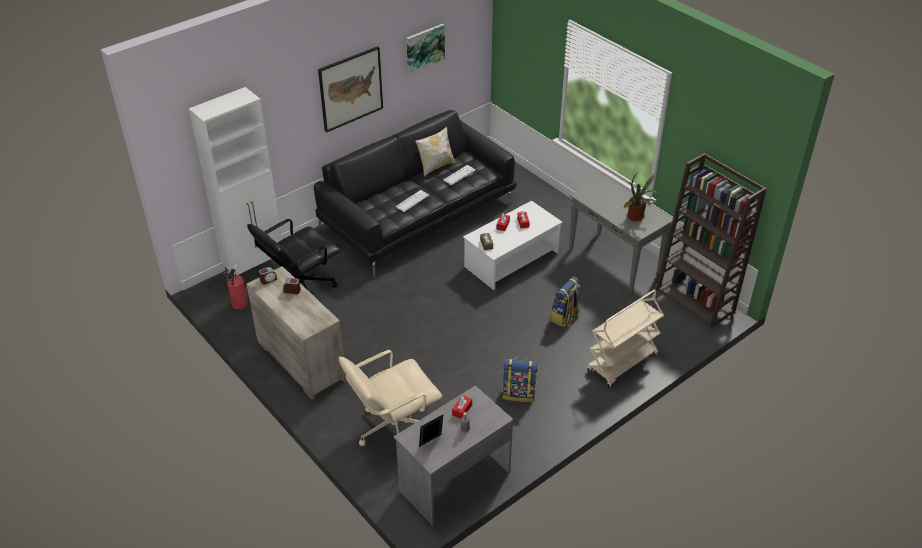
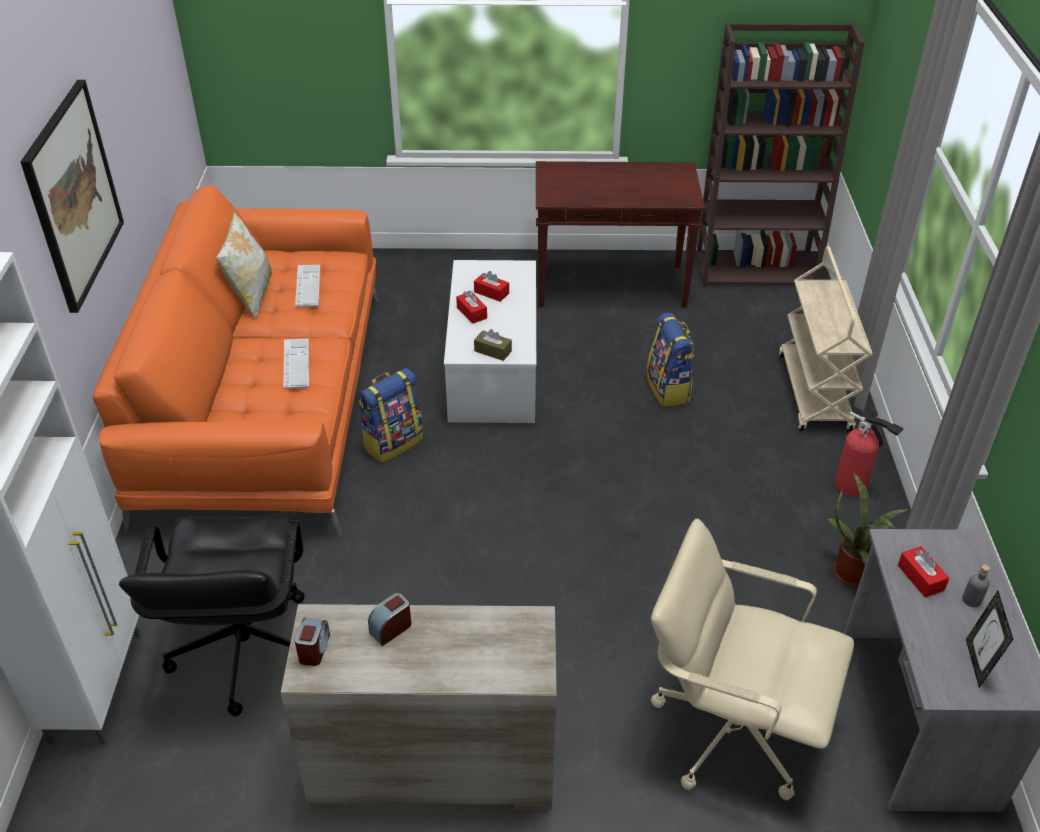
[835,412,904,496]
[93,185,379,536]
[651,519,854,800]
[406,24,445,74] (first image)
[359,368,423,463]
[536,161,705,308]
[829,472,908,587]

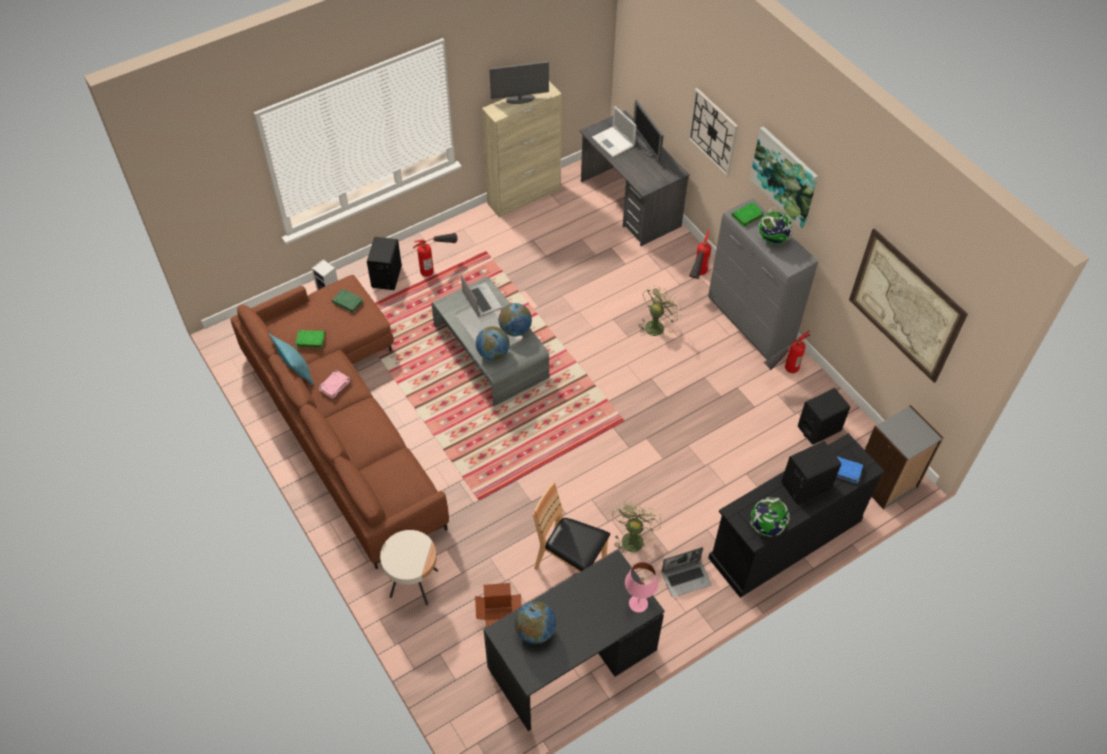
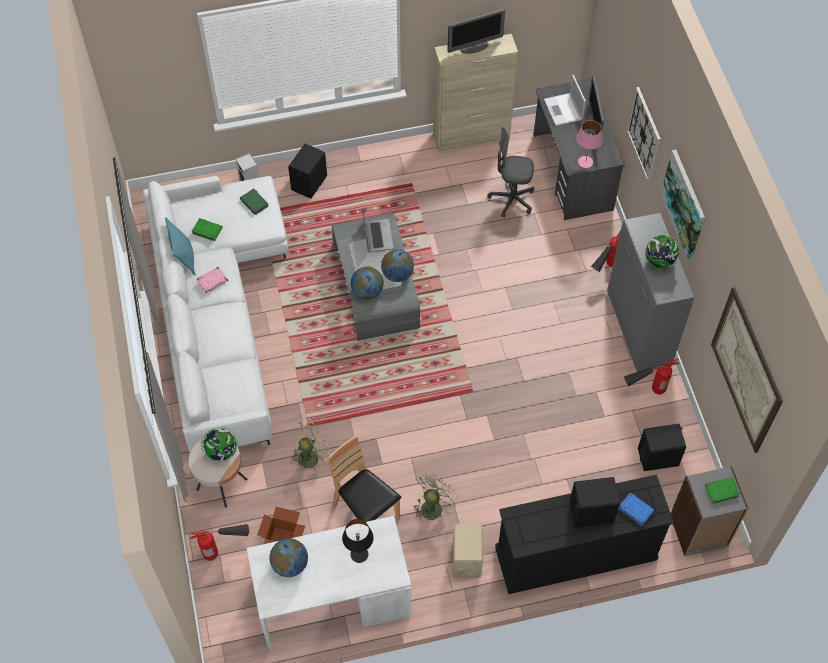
[143,176,288,452]
[190,524,249,561]
[247,516,411,649]
[447,9,505,54]
[577,120,603,168]
[291,418,331,470]
[453,523,483,578]
[705,477,740,504]
[201,427,237,462]
[342,519,374,563]
[487,127,534,218]

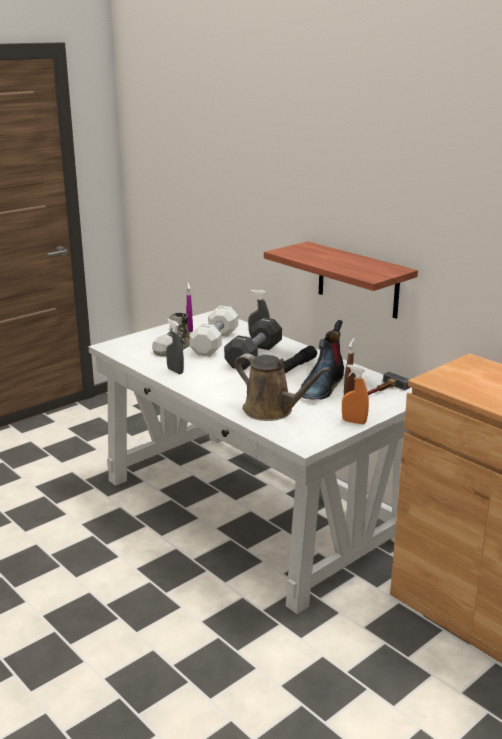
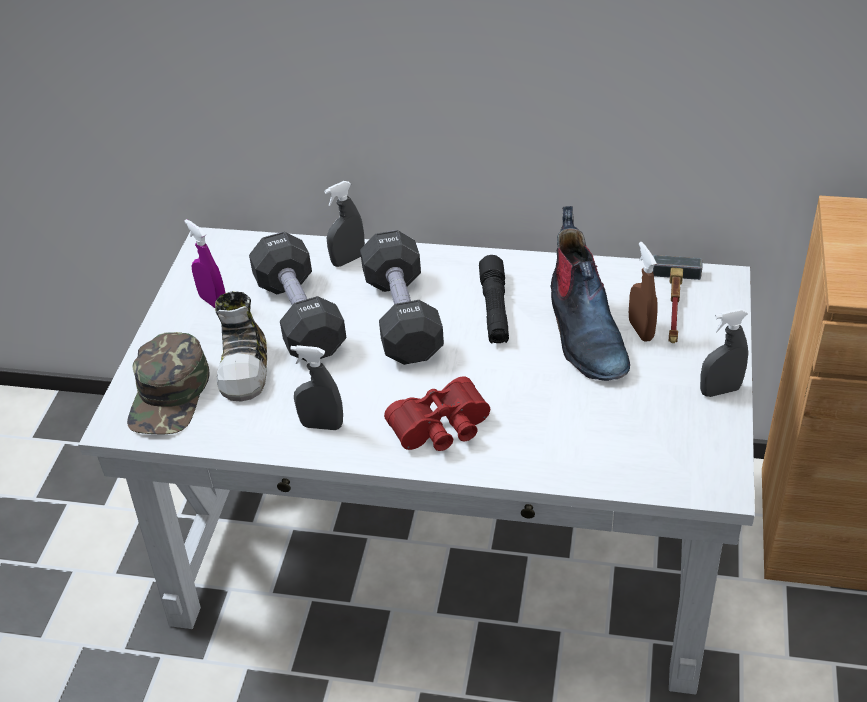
[249,232,346,362]
[235,354,331,421] (first image)
[264,241,418,319] (first image)
[700,309,748,397]
[127,332,210,434]
[384,377,490,451]

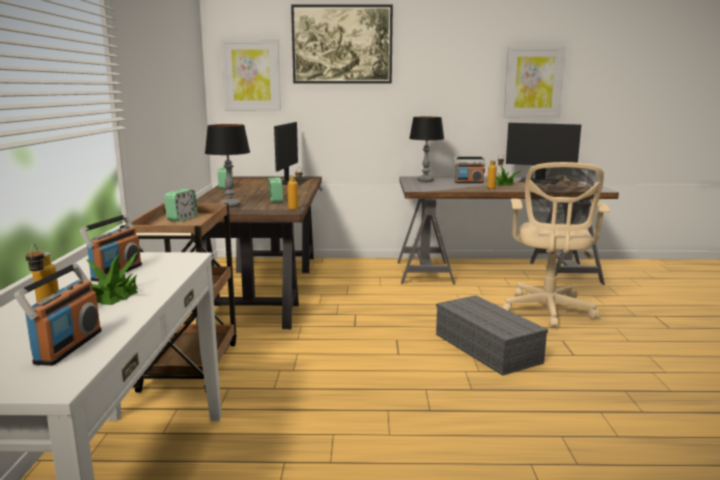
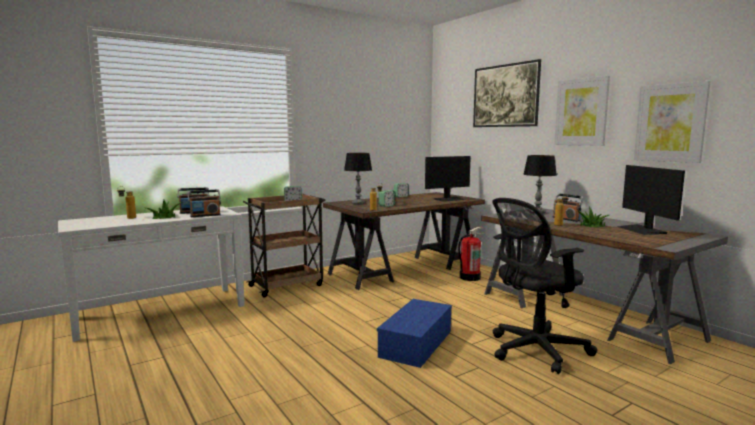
[187,190,221,217]
[554,76,610,146]
[377,299,452,368]
[492,198,598,374]
[458,227,485,281]

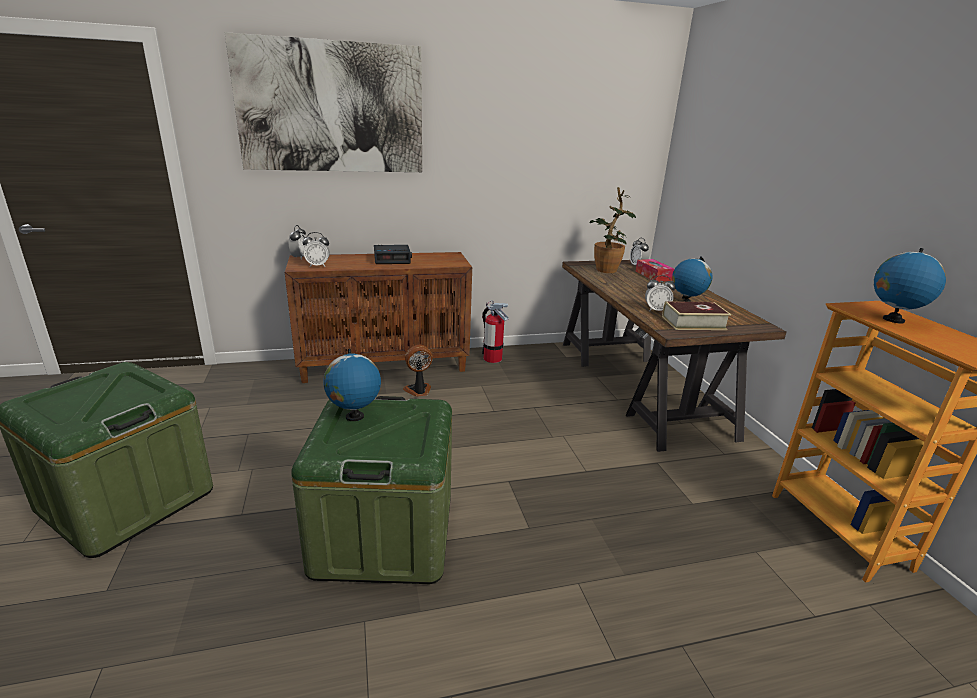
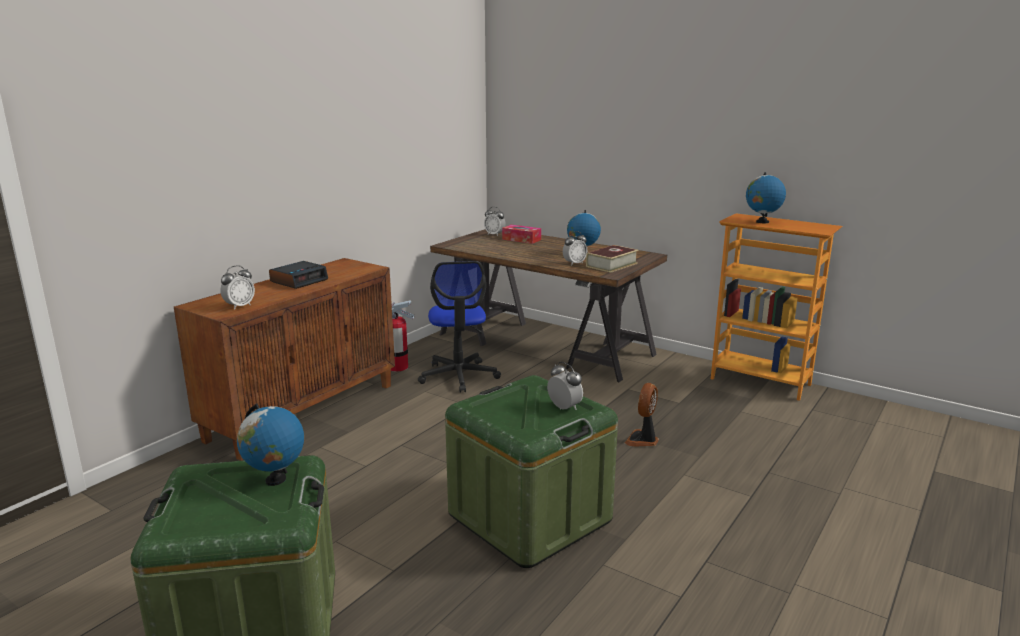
[224,32,422,172] (first image)
[547,362,583,410]
[237,404,304,486]
[625,383,659,446]
[589,187,636,273] (first image)
[418,261,501,393]

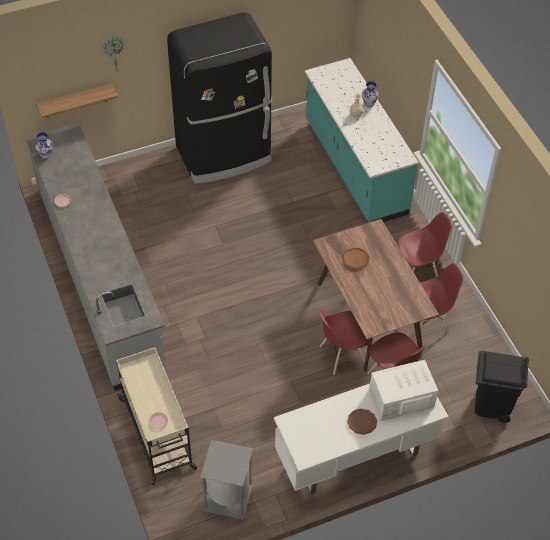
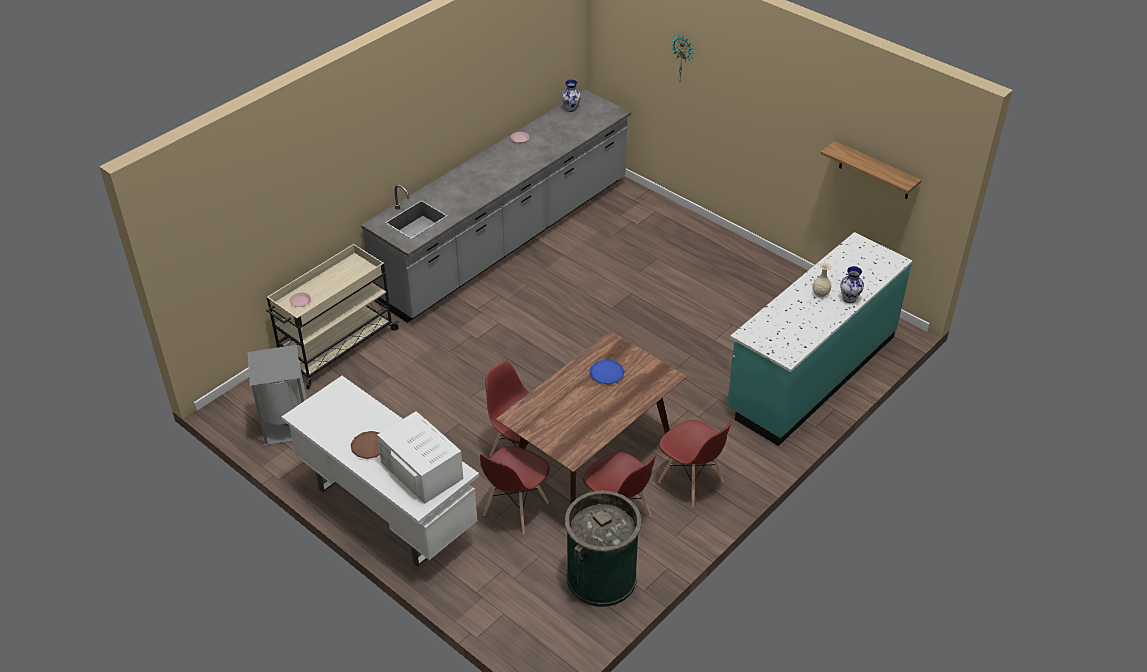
[821,141,921,199]
[167,12,272,184] (first image)
[590,359,625,384]
[475,351,529,423] (first image)
[564,491,642,607]

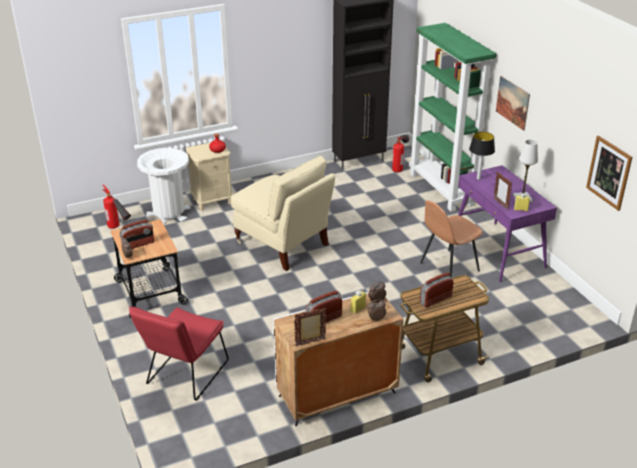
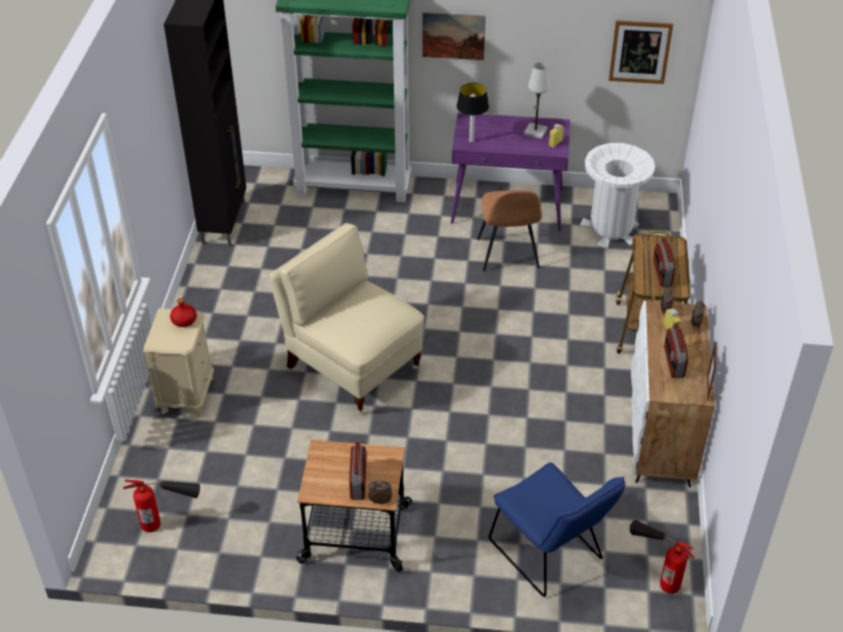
[489,462,625,597]
[580,143,655,249]
[269,223,424,414]
[630,520,695,594]
[494,172,512,210] (first image)

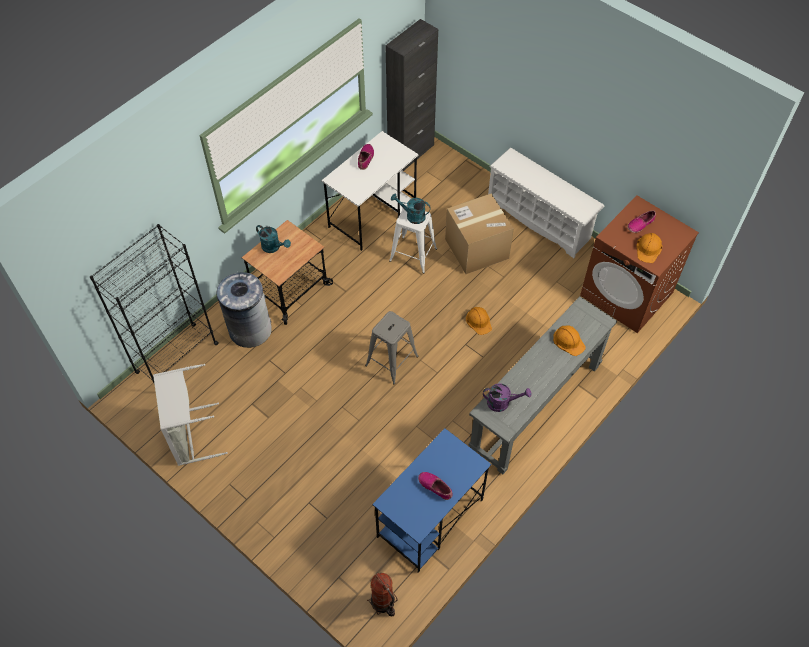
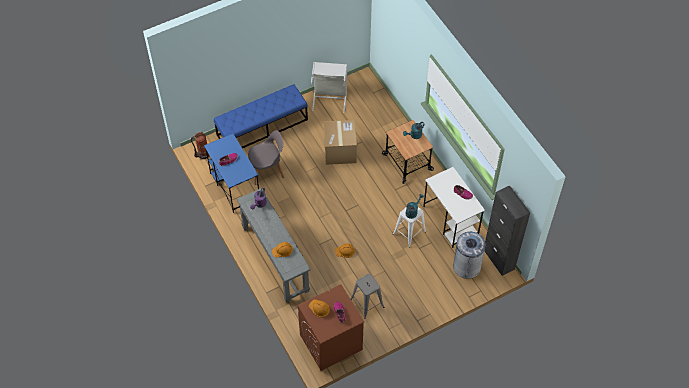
[90,224,218,385] (first image)
[453,232,486,279]
[351,274,384,319]
[324,120,357,165]
[488,148,604,258] (first image)
[214,84,308,148]
[248,130,284,185]

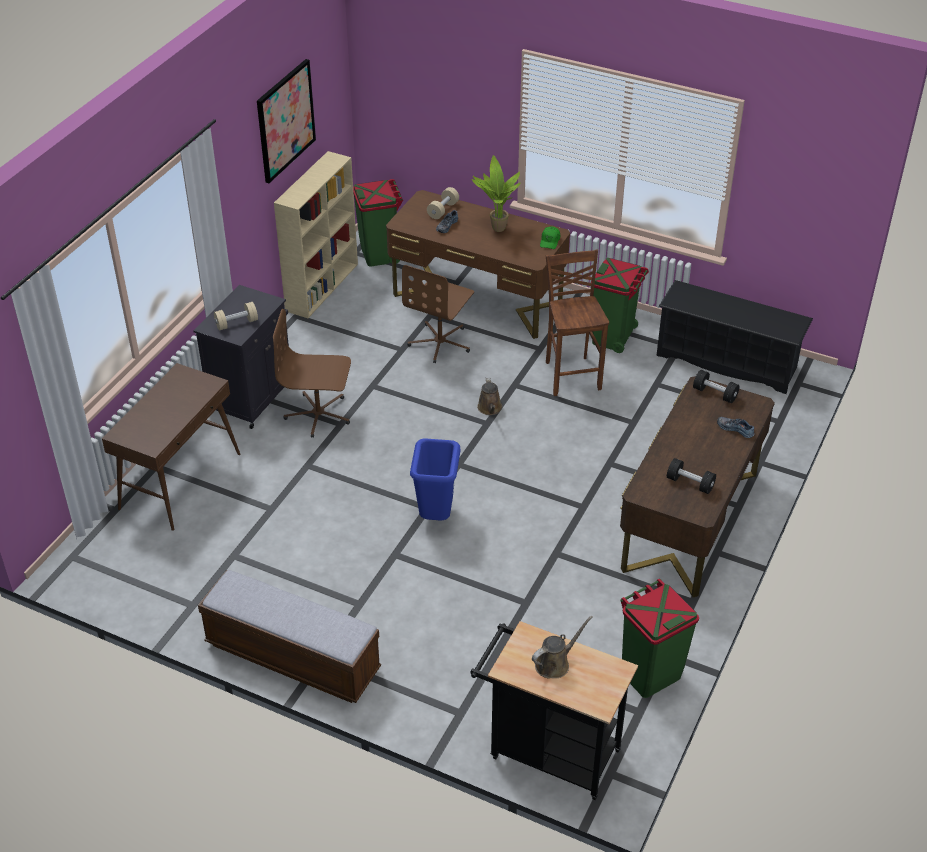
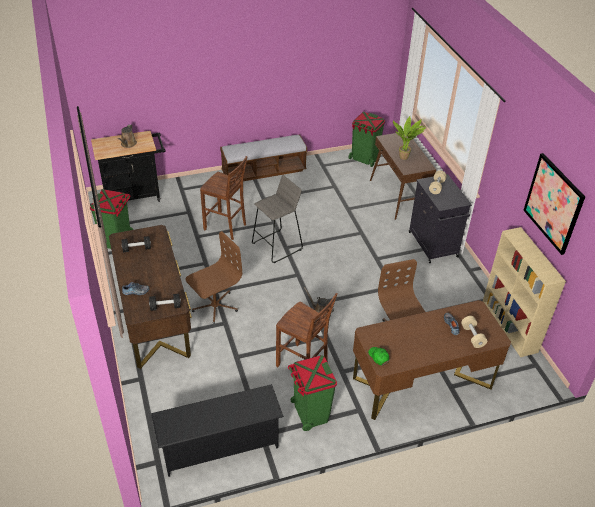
[185,231,242,324]
[349,112,385,167]
[252,175,303,263]
[393,116,426,160]
[200,156,248,240]

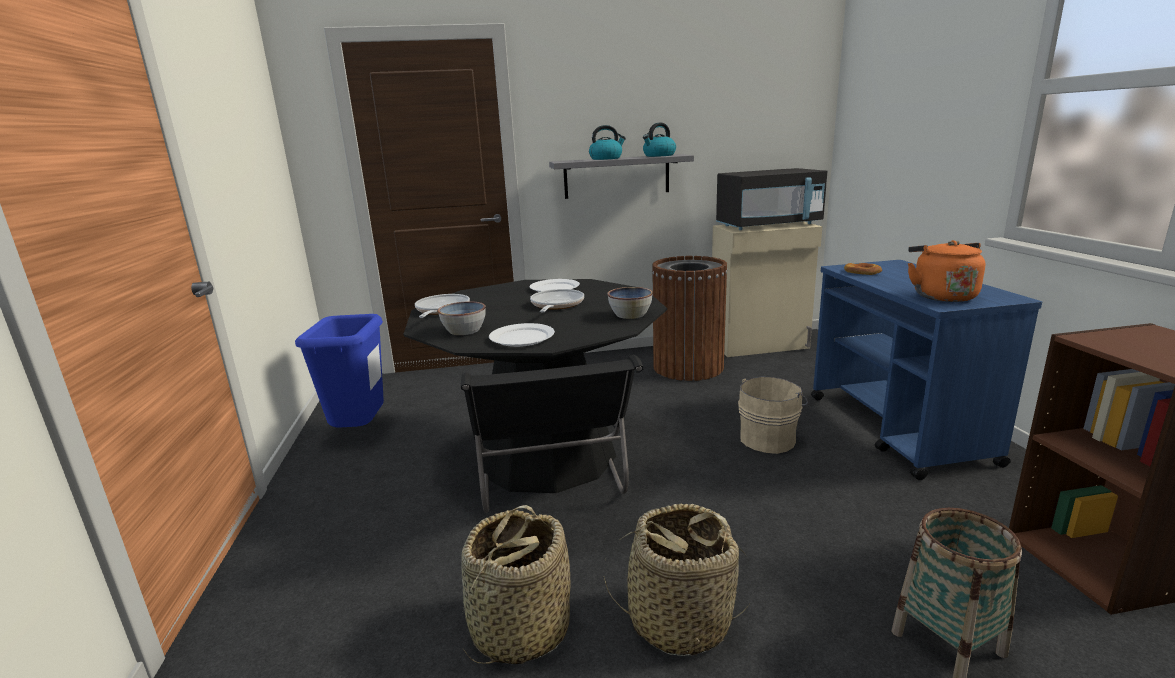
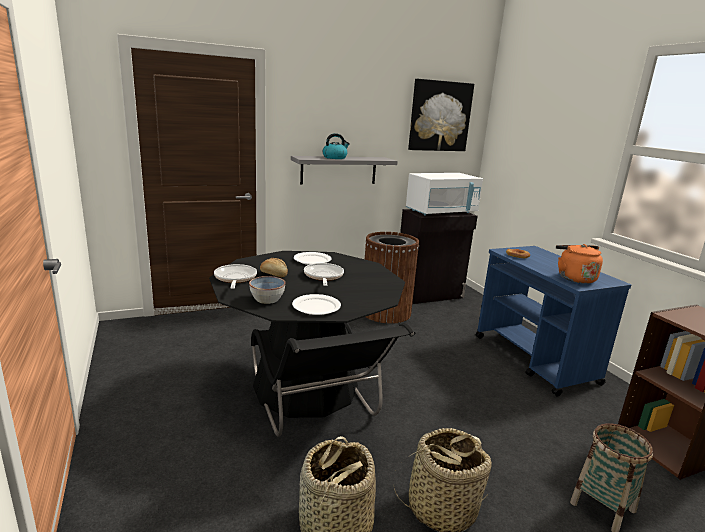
[295,314,384,428] (first image)
[607,287,653,319] (first image)
[643,123,676,157] (first image)
[400,209,478,304]
[406,173,483,216]
[738,377,808,454] (first image)
[260,258,288,277]
[408,79,474,151]

